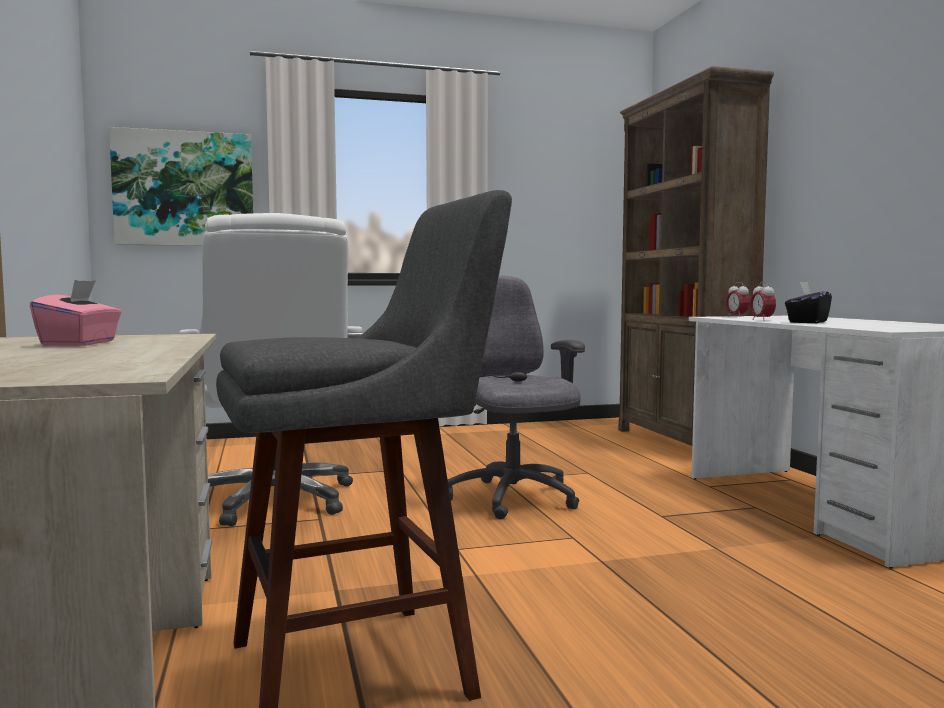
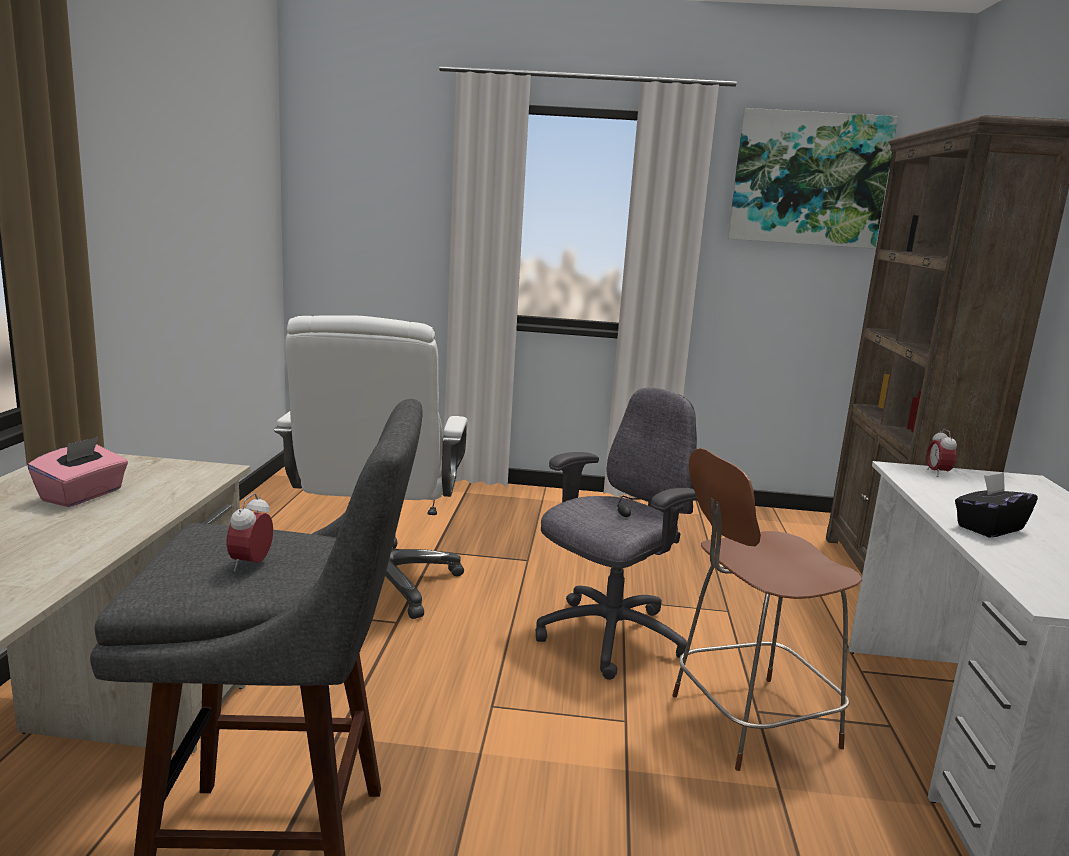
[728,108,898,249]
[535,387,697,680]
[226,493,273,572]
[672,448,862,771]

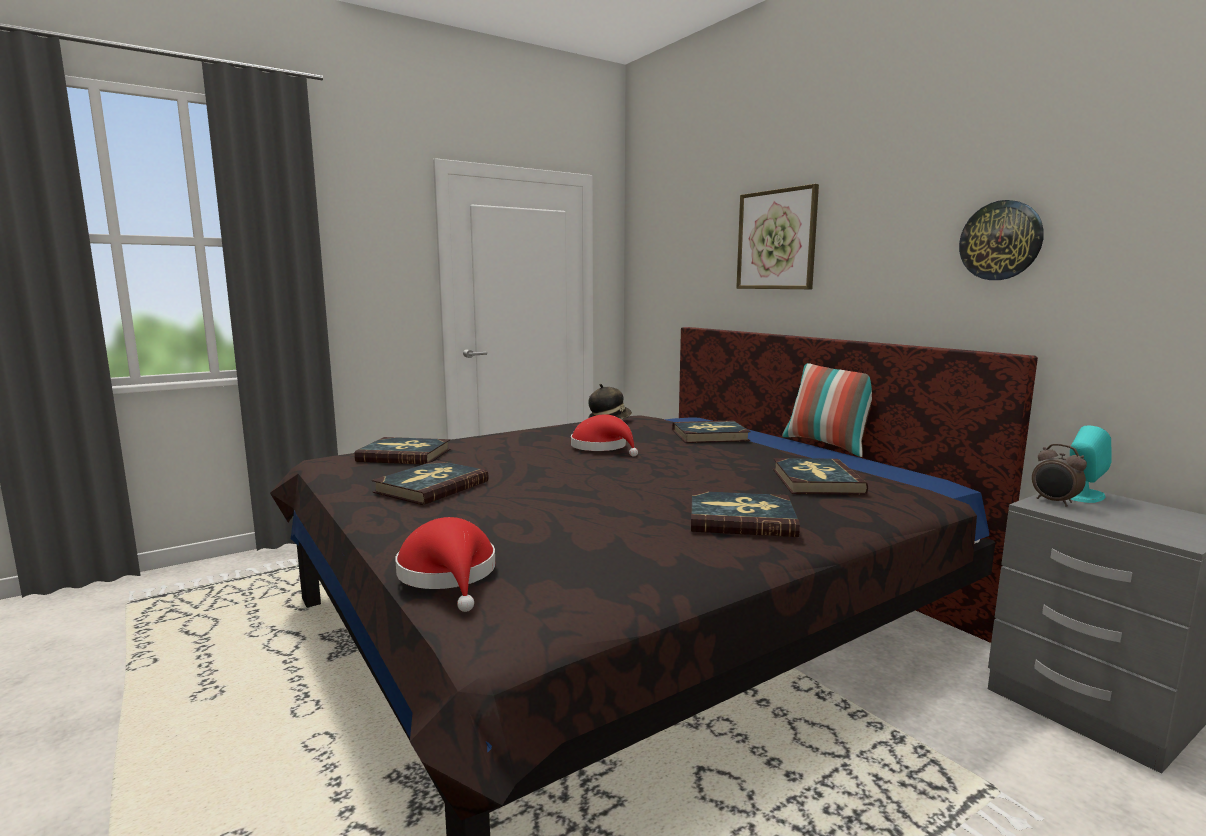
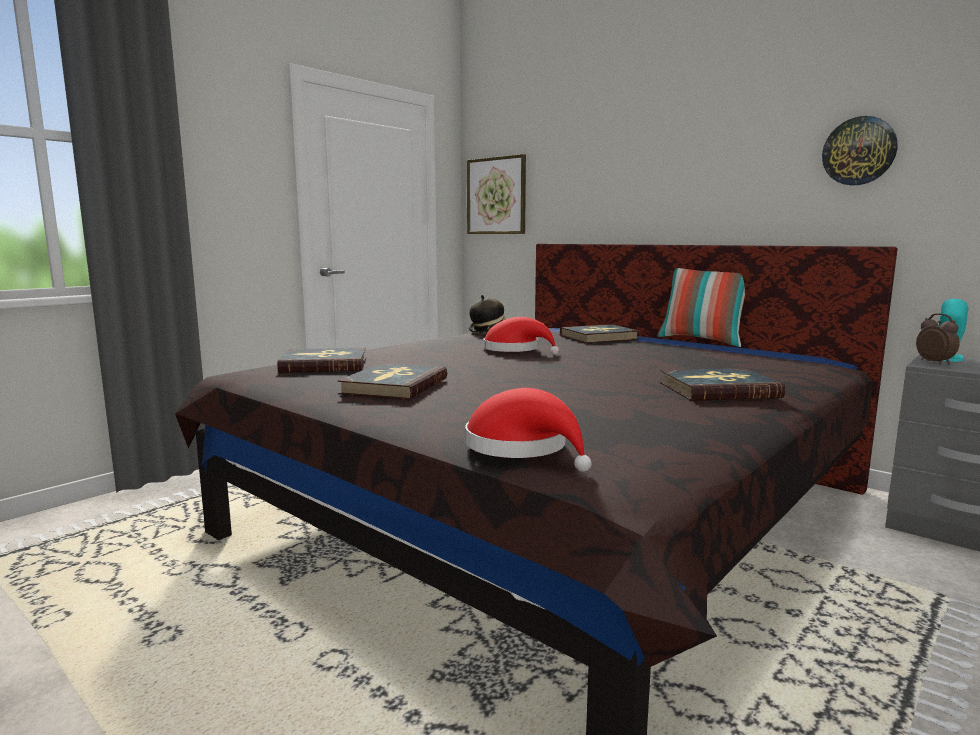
[467,154,526,234]
[773,458,868,495] (first image)
[916,313,960,364]

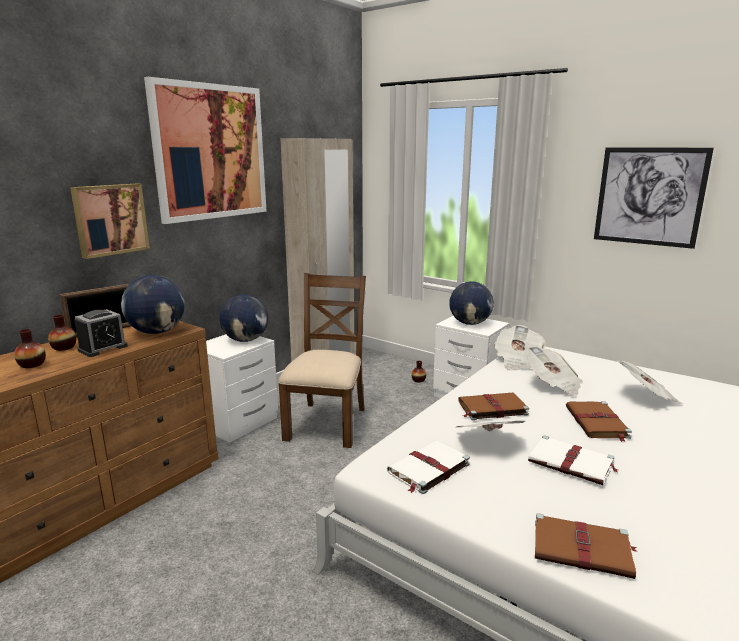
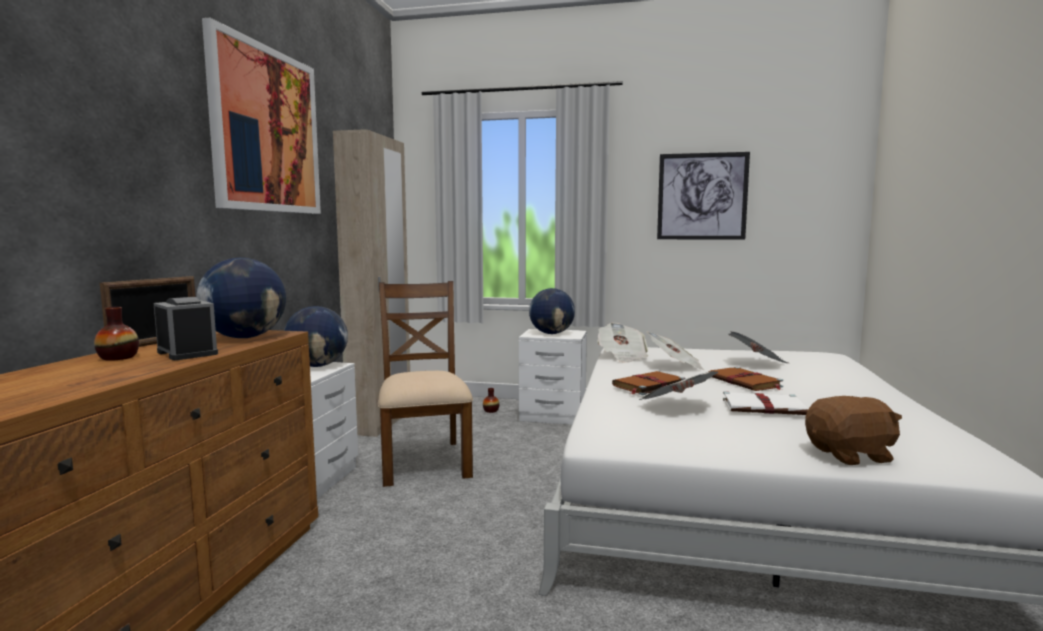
[14,329,46,368] (first image)
[70,184,150,259] (first image)
[154,297,218,360]
[387,441,470,494] (first image)
[805,396,902,465]

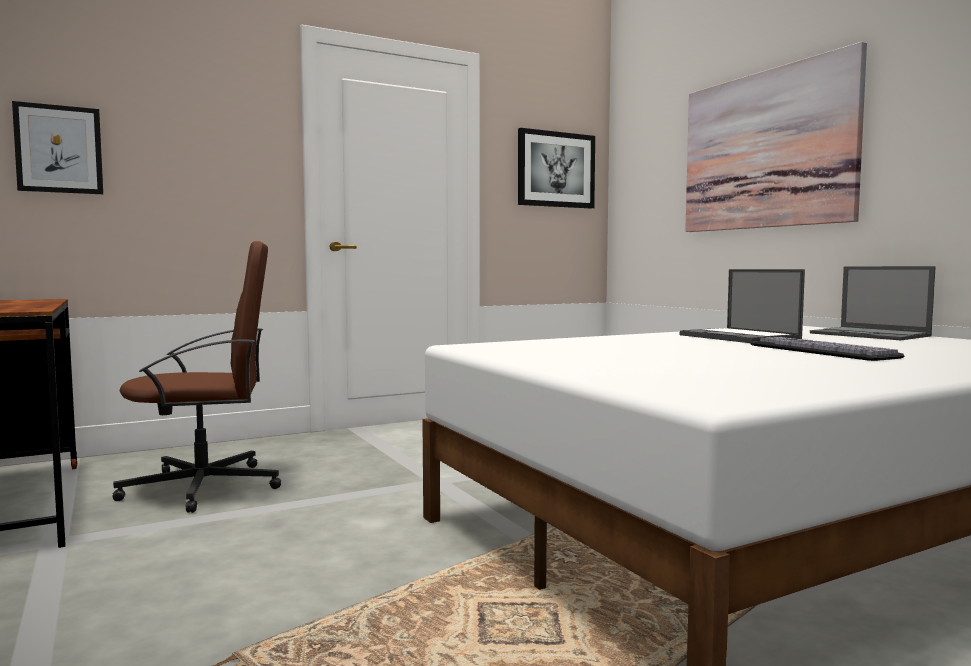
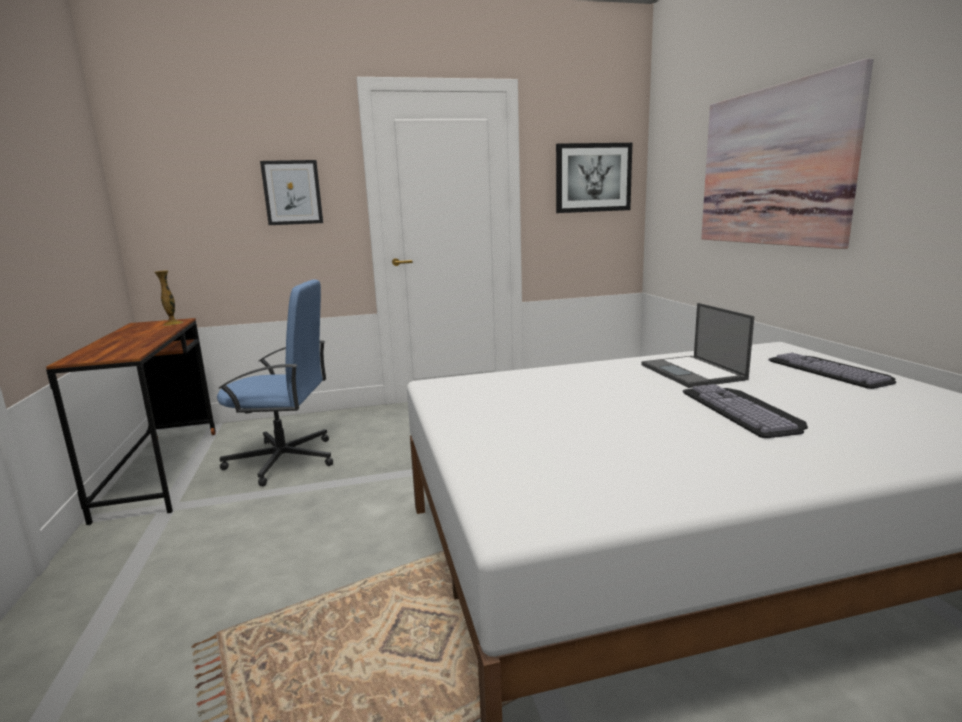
[260,160,323,225]
[217,279,333,486]
[768,353,896,389]
[154,270,183,326]

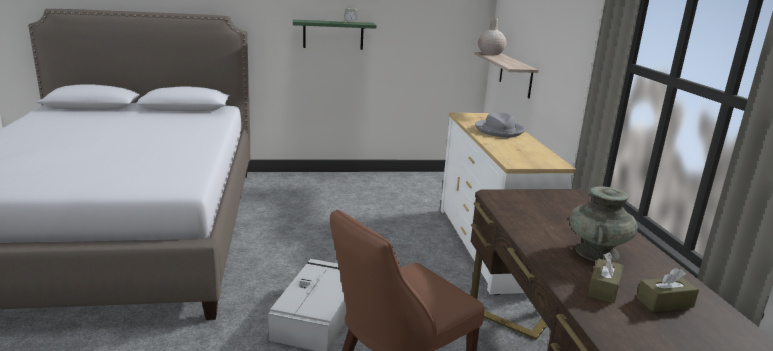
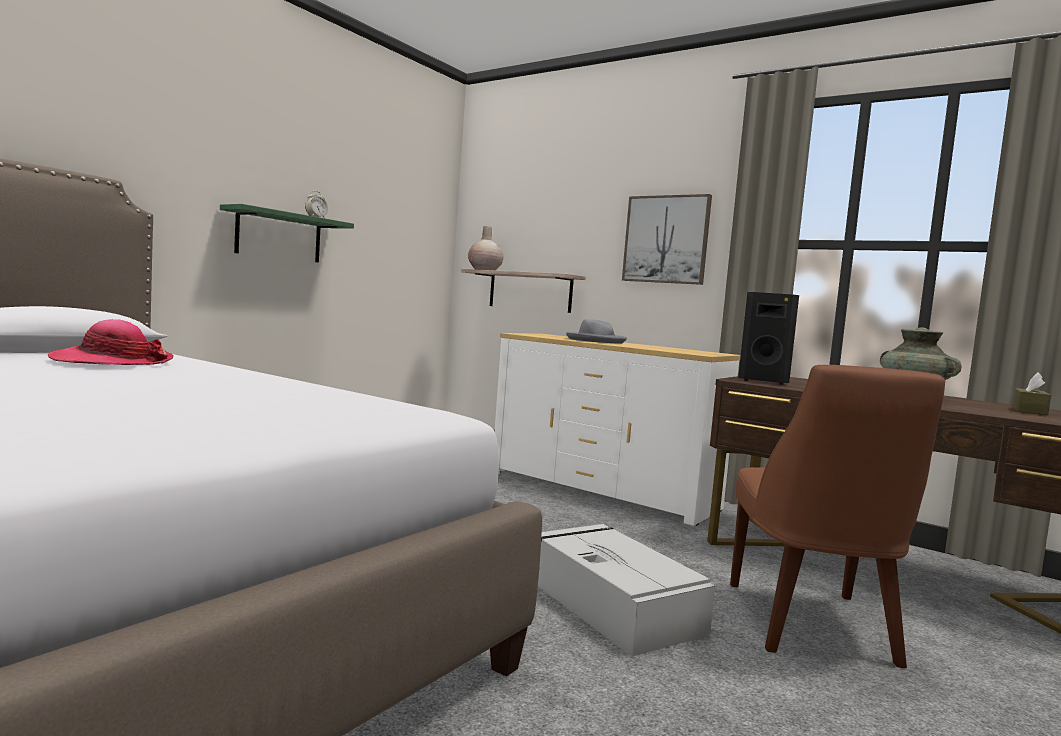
[588,252,624,303] (first image)
[48,319,174,365]
[622,194,712,285]
[738,292,799,385]

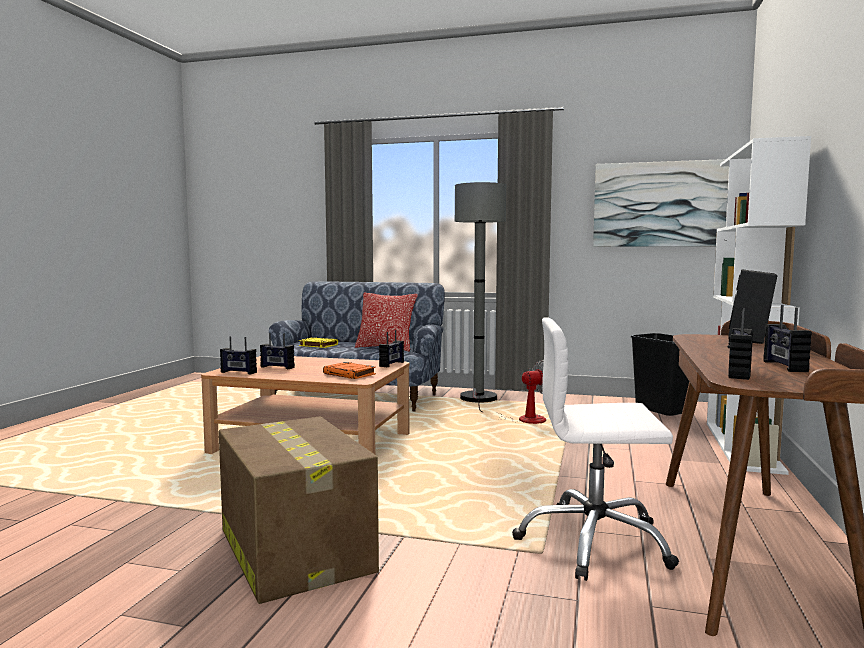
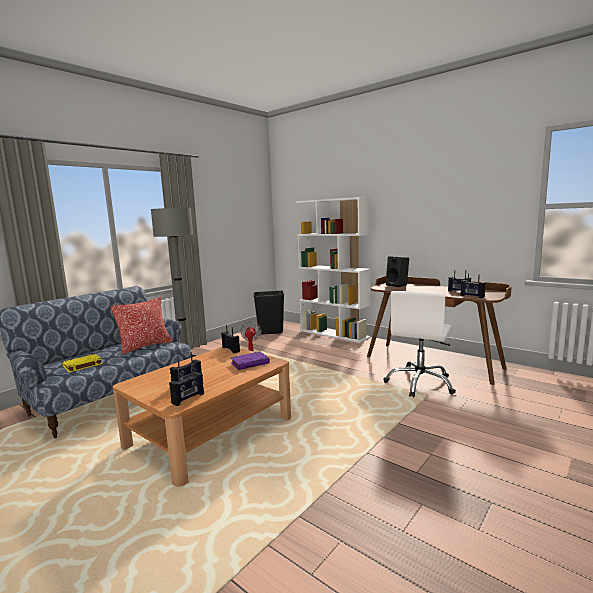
[219,416,379,604] (first image)
[231,352,270,370]
[593,159,729,247] (first image)

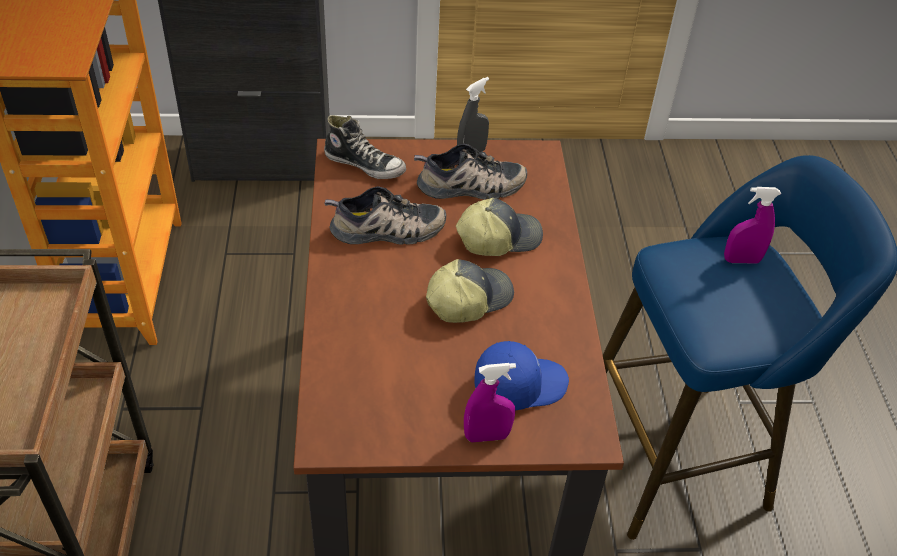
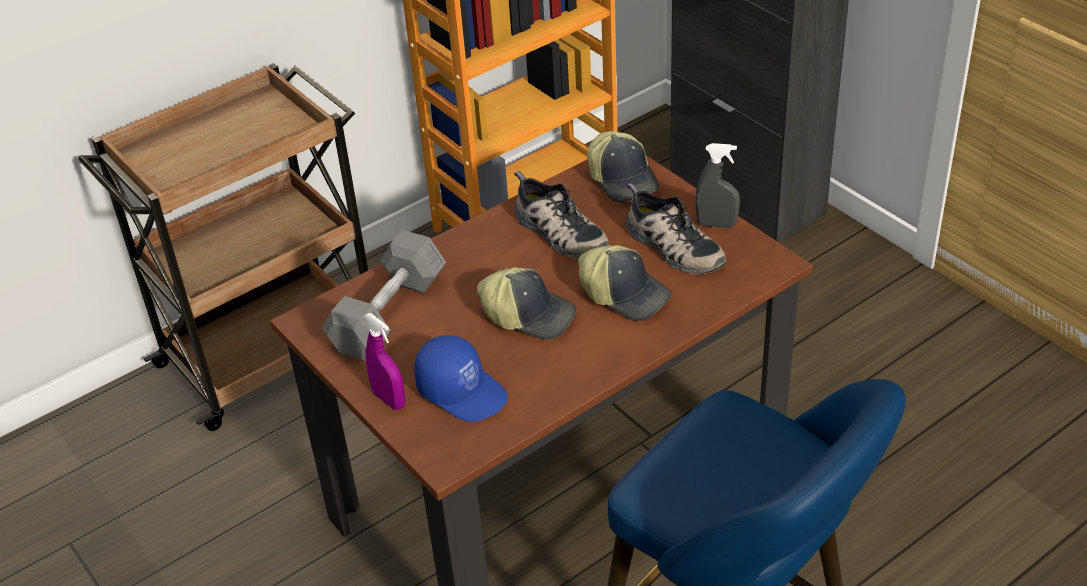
[587,131,659,203]
[724,187,781,264] (first image)
[322,230,446,362]

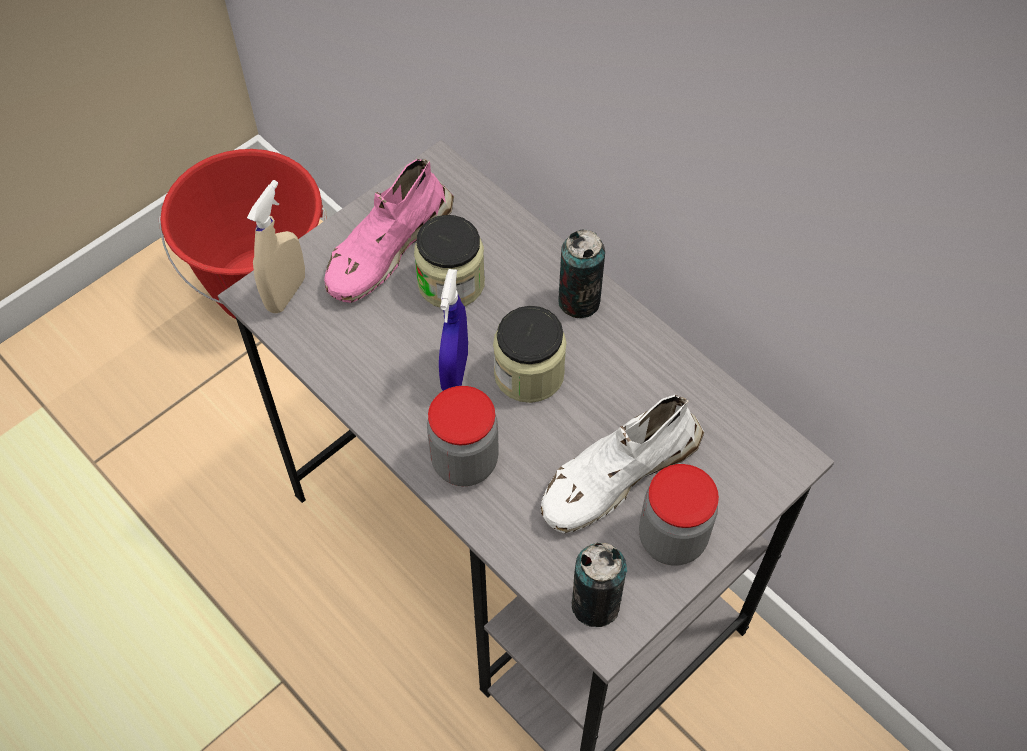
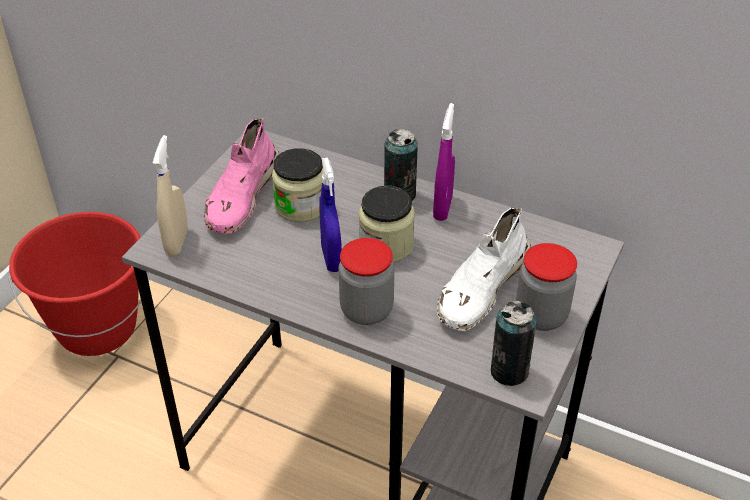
[433,103,455,221]

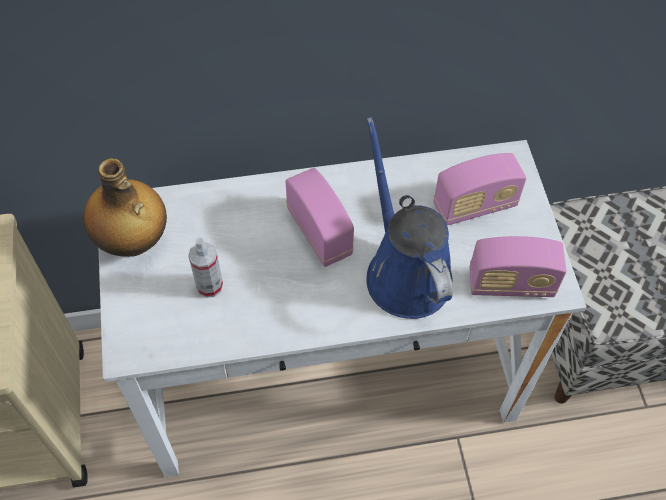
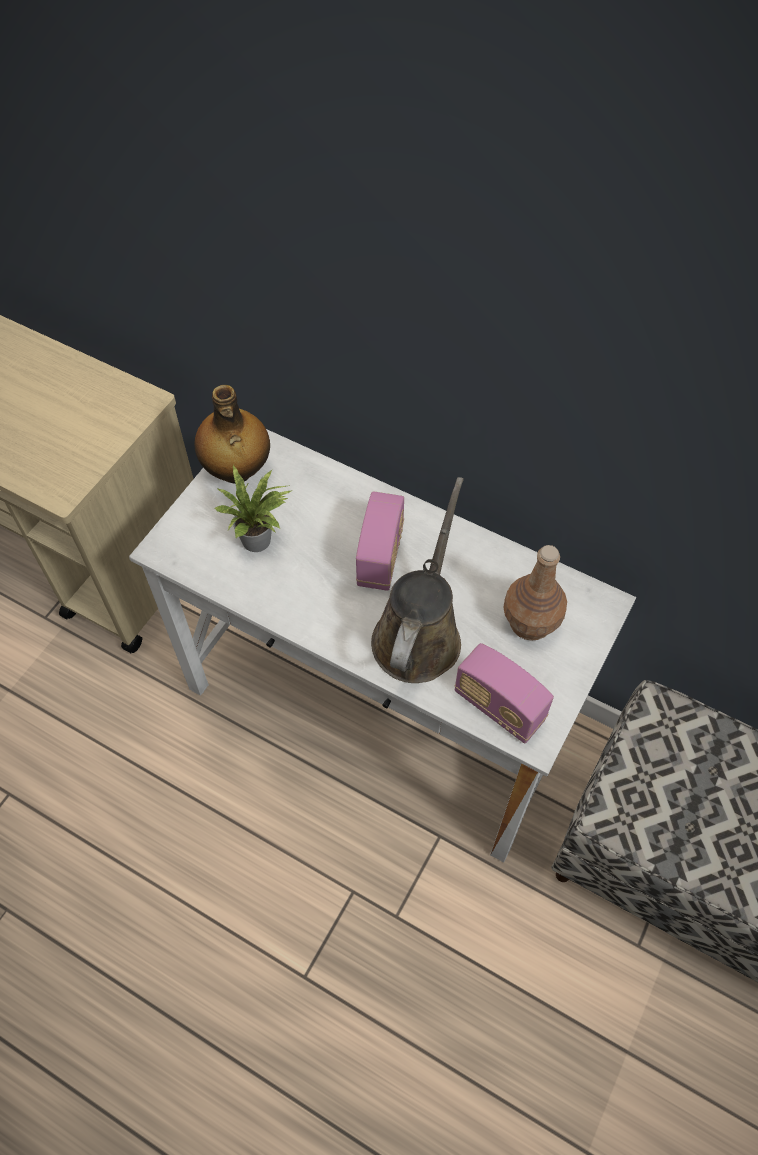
[214,465,291,552]
[371,477,464,683]
[503,545,567,641]

